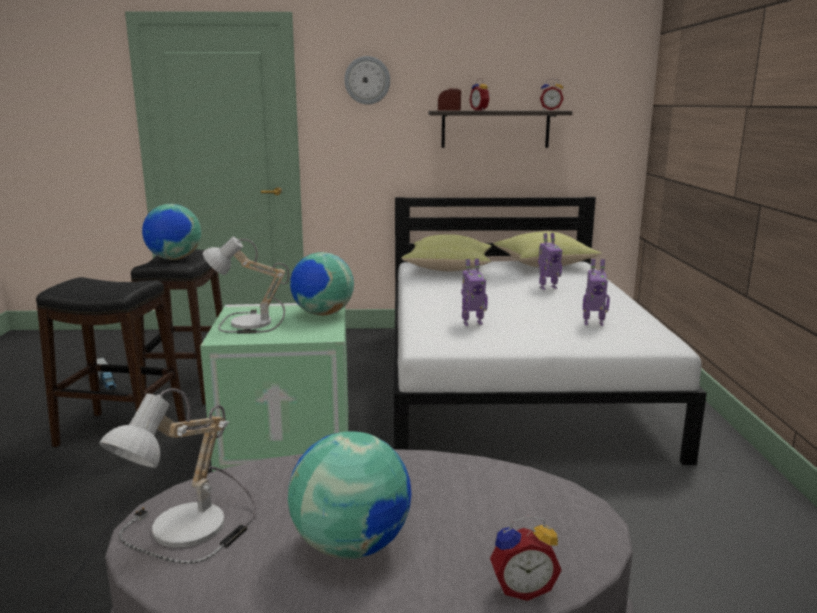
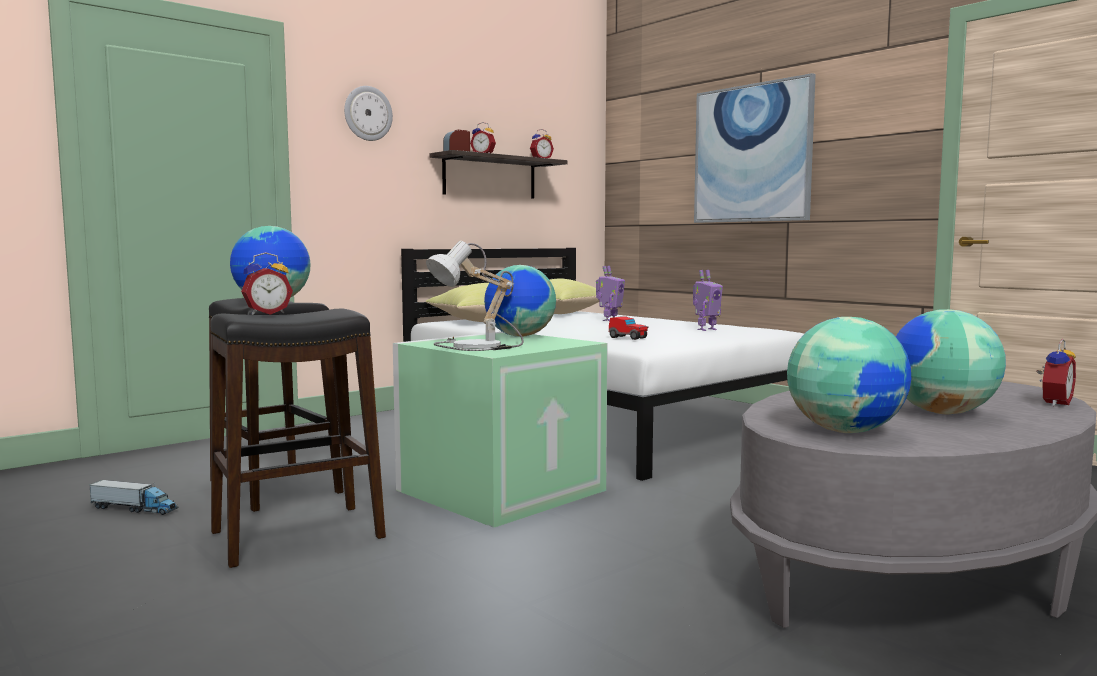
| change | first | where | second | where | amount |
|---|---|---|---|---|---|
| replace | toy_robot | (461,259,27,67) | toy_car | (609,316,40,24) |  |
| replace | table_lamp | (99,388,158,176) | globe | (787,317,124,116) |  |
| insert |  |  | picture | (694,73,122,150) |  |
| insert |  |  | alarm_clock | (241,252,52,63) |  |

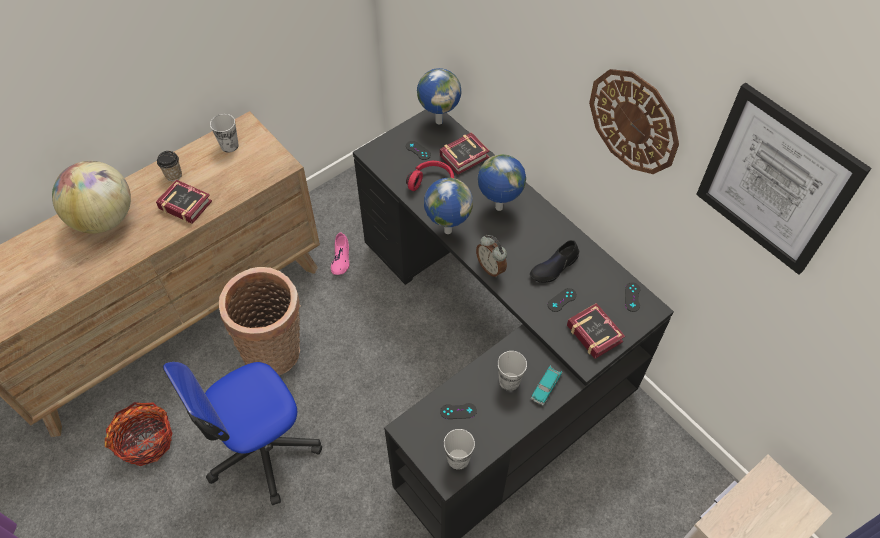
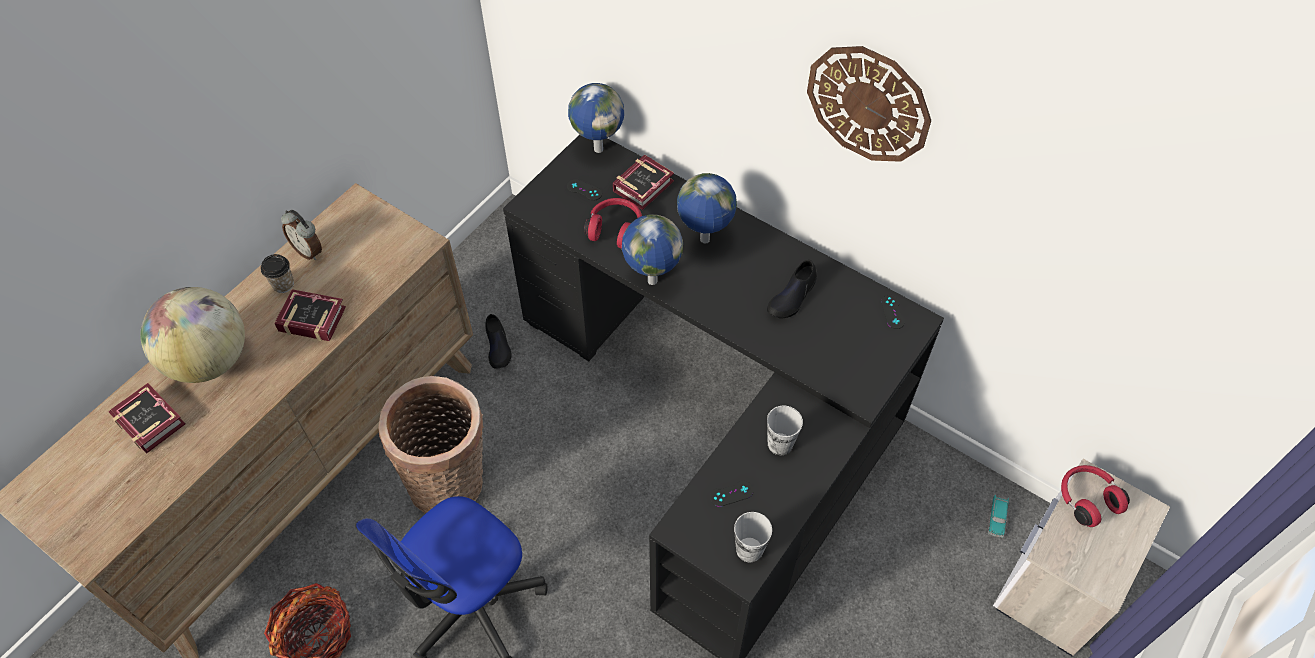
| change | first | where | second | where | amount |
|---|---|---|---|---|---|
| delete | picture | (696,82,175,193) |  |  |  |
| delete | cup | (210,114,29,39) |  |  |  |
| recolor | pink_shoe | (331,232,18,43) | black_shoe | (485,314,27,55) |  |
| move | alarm_clock | (476,235,31,42) |  | (281,210,41,50) |  |
| delete | black_game_controller | (548,288,29,24) |  |  |  |
| move | book | (567,303,58,56) |  | (108,383,77,71) |  |
| move | toy_car | (531,365,31,41) |  | (988,494,21,44) |  |
| insert |  |  | red_headphones | (1061,465,69,62) |  |

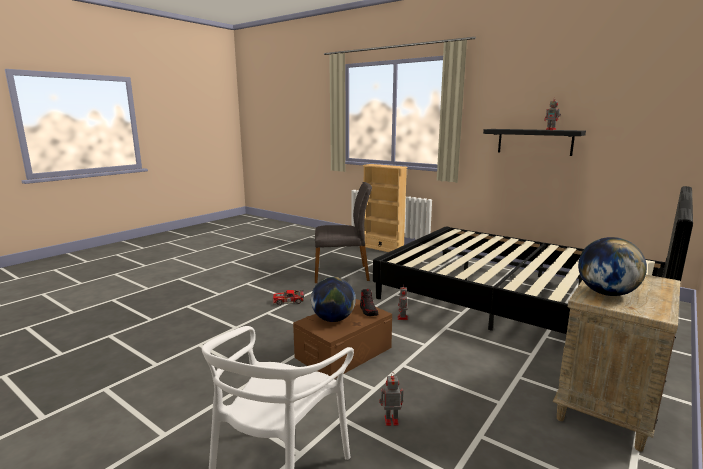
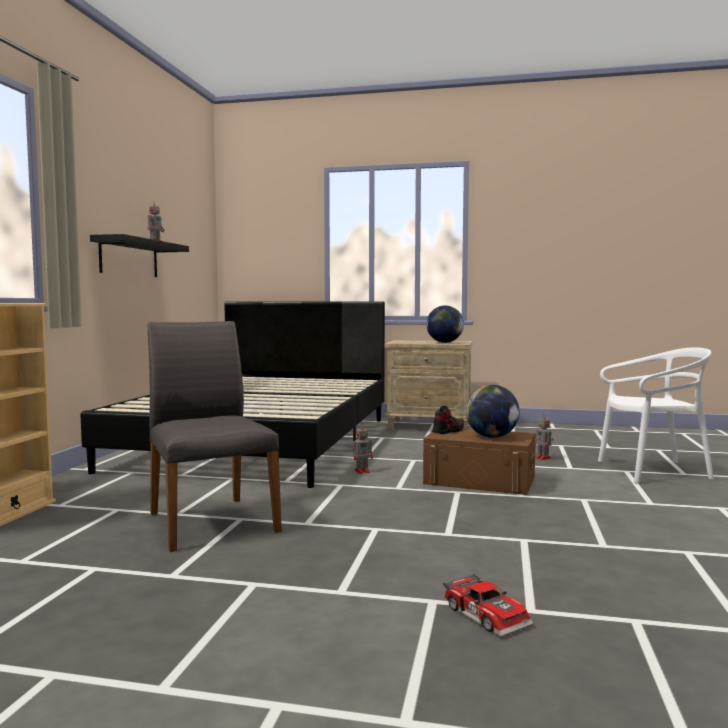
| change | first | where | second | where | amount |
|---|---|---|---|---|---|
| move | toy_car | (272,290,32,15) |  | (443,573,90,64) |  |

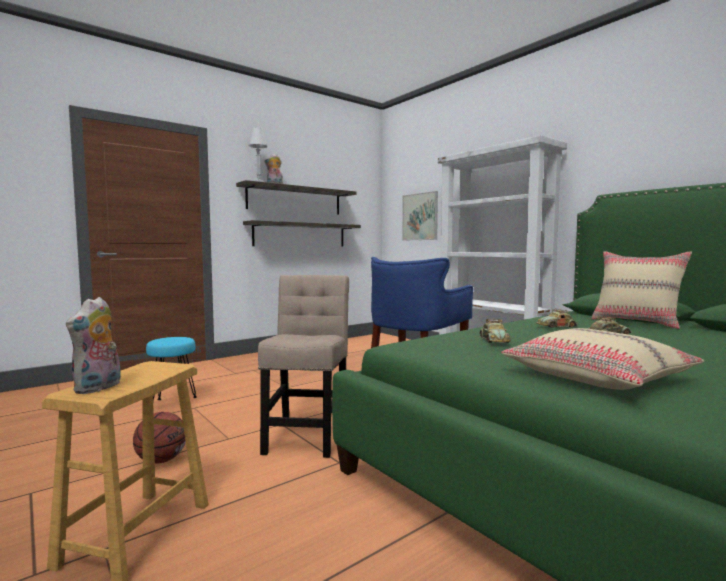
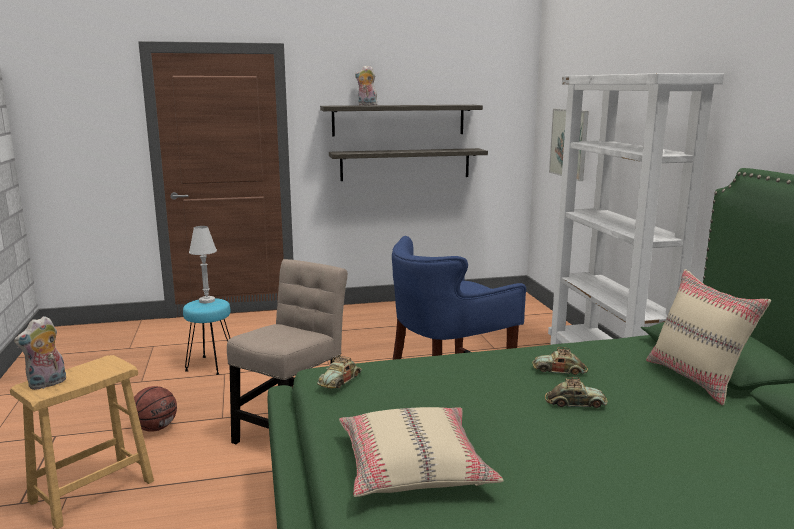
| change | first | where | second | where | amount |
|---|---|---|---|---|---|
| move | white_table_lamp | (249,127,19,55) |  | (189,226,28,78) |  |
| move | toy_car | (479,319,32,24) |  | (317,355,45,34) |  |

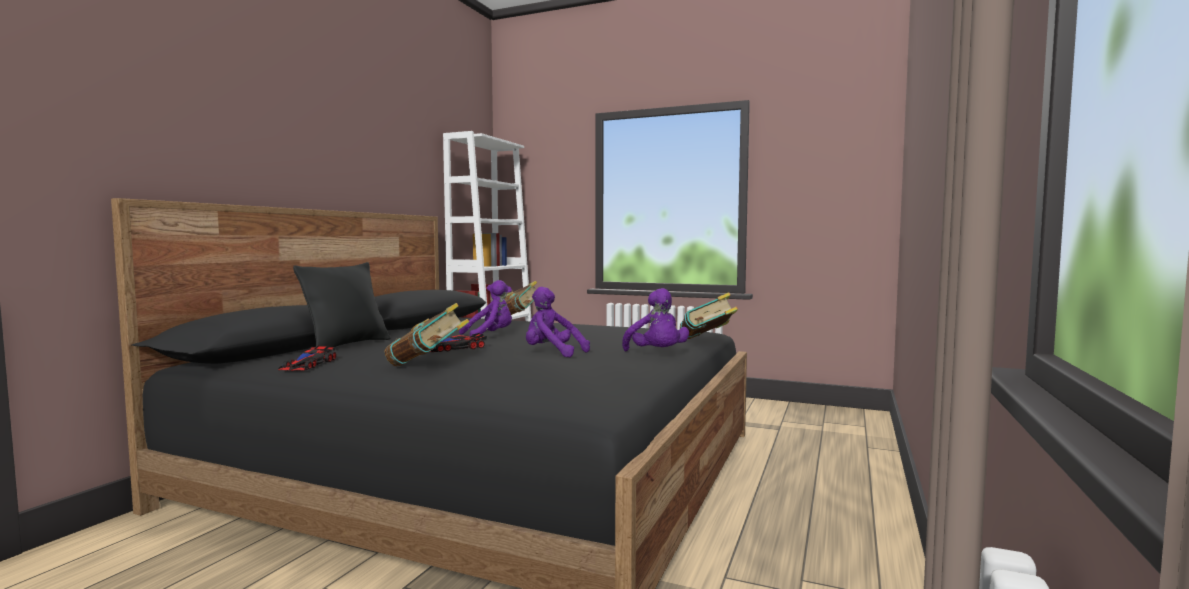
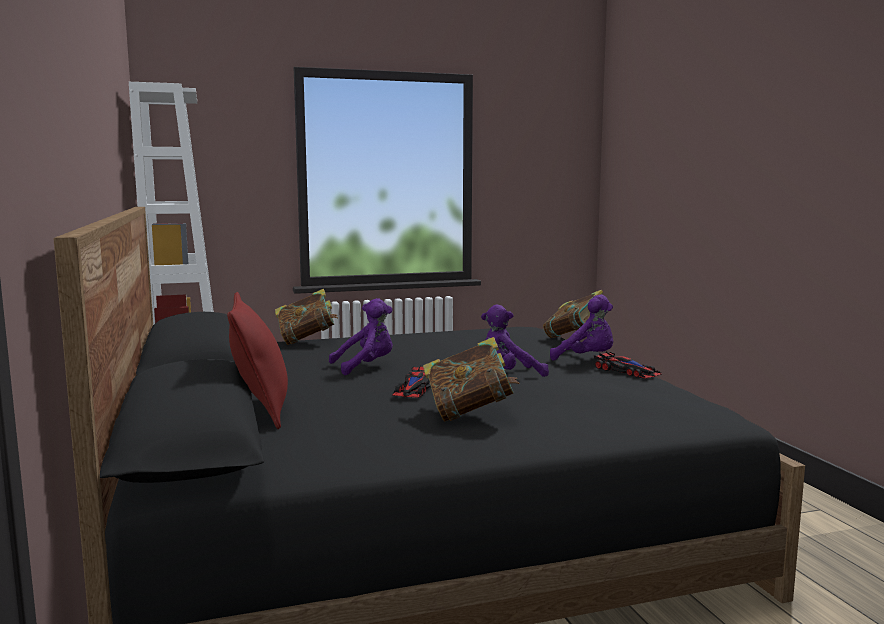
| change | first | where | second | where | amount |
|---|---|---|---|---|---|
| recolor | black_pillow | (293,262,97,89) | red_pillow | (227,292,61,137) |  |
| rotate | purple_plush_toy | (459,280,53,56) |  | (329,298,64,77) | 45 degrees clockwise |
| move | toy_car | (278,345,58,26) |  | (594,352,67,27) |  |

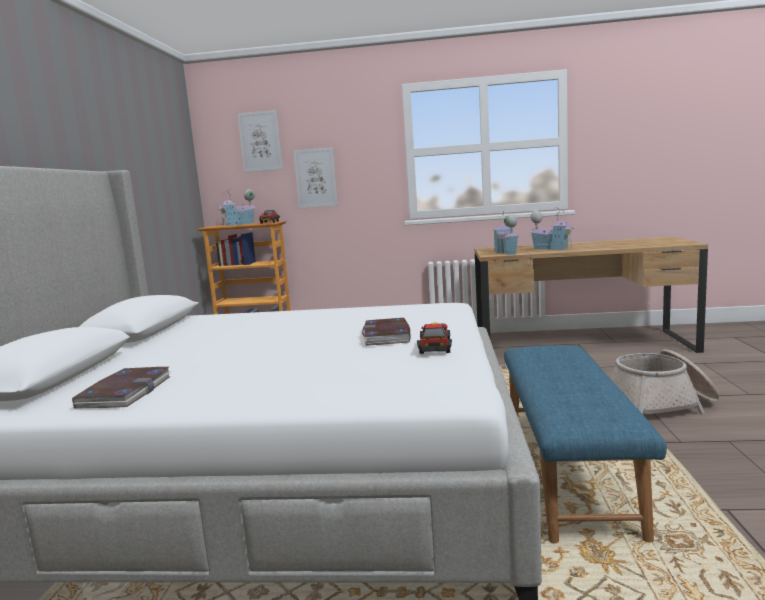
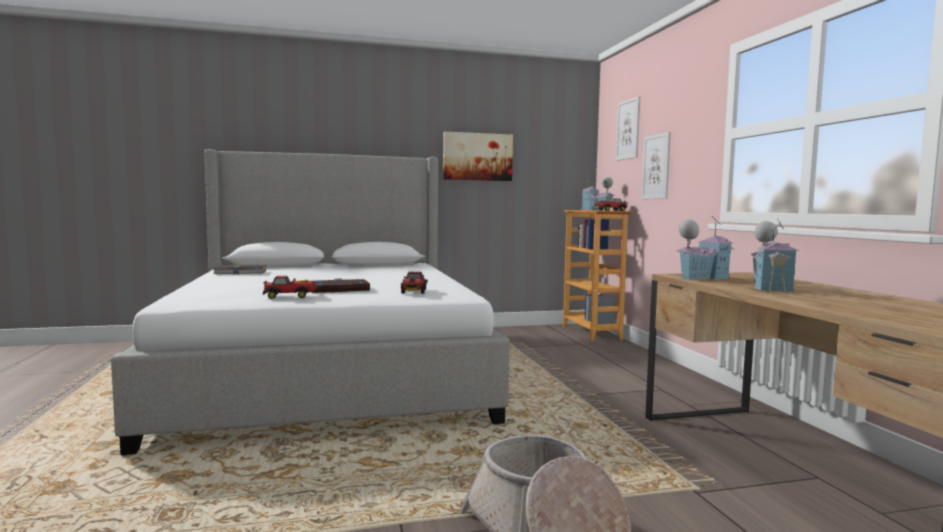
| change | first | where | second | where | amount |
|---|---|---|---|---|---|
| delete | blue_bench | (504,345,163,198) |  |  |  |
| insert |  |  | picture | (443,132,70,49) |  |
| insert |  |  | toy_car | (401,272,27,22) |  |

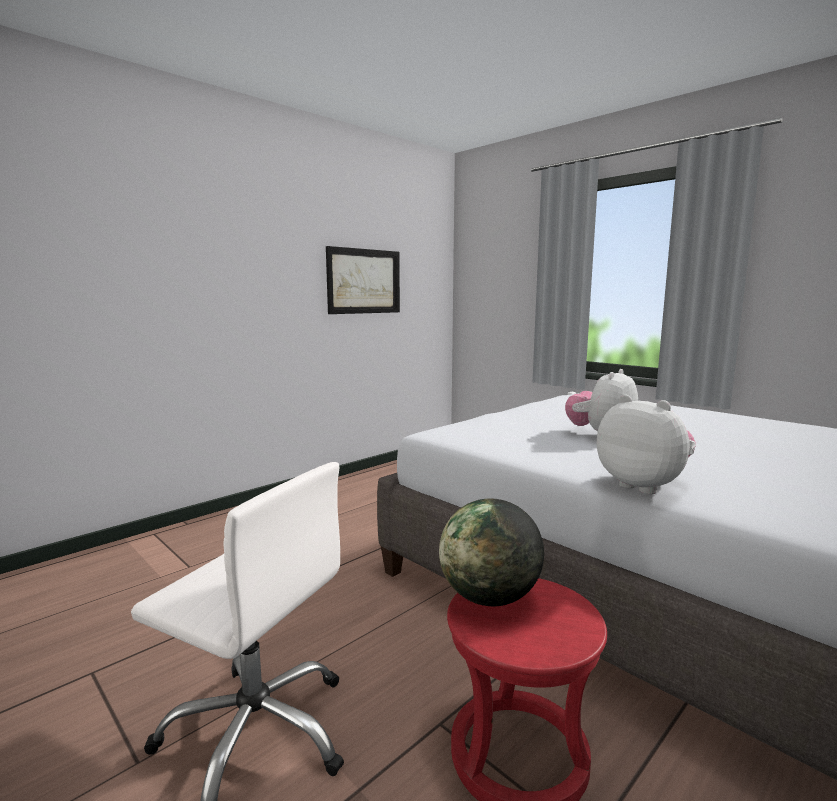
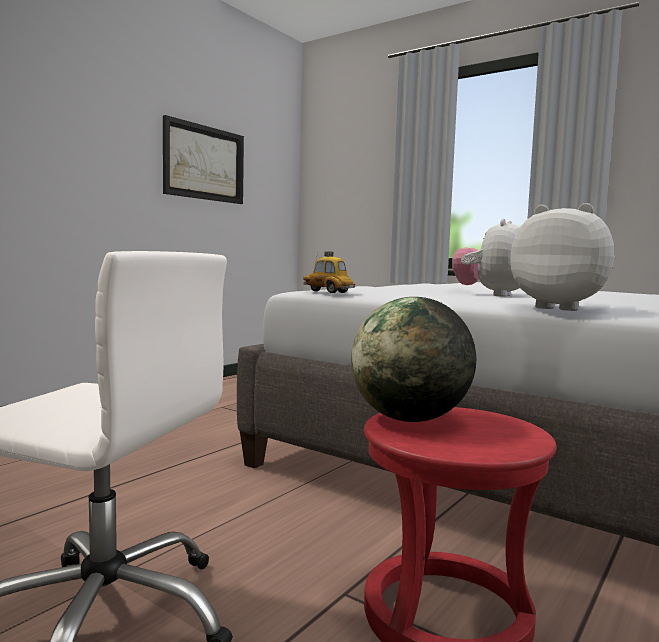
| change | first | where | second | where | amount |
|---|---|---|---|---|---|
| insert |  |  | toy_car | (303,251,52,42) |  |

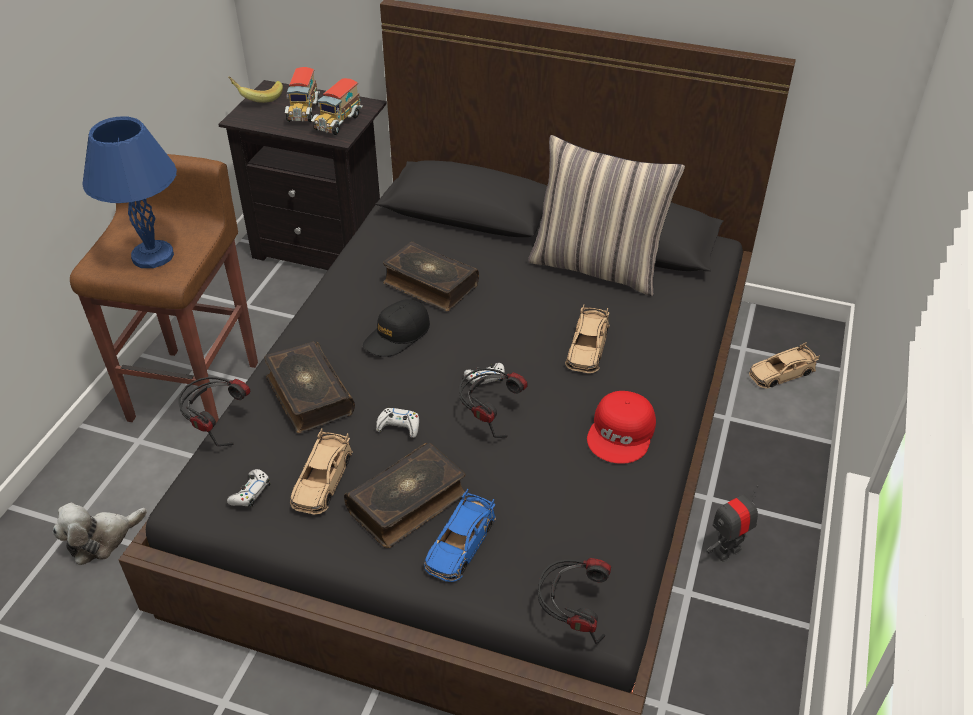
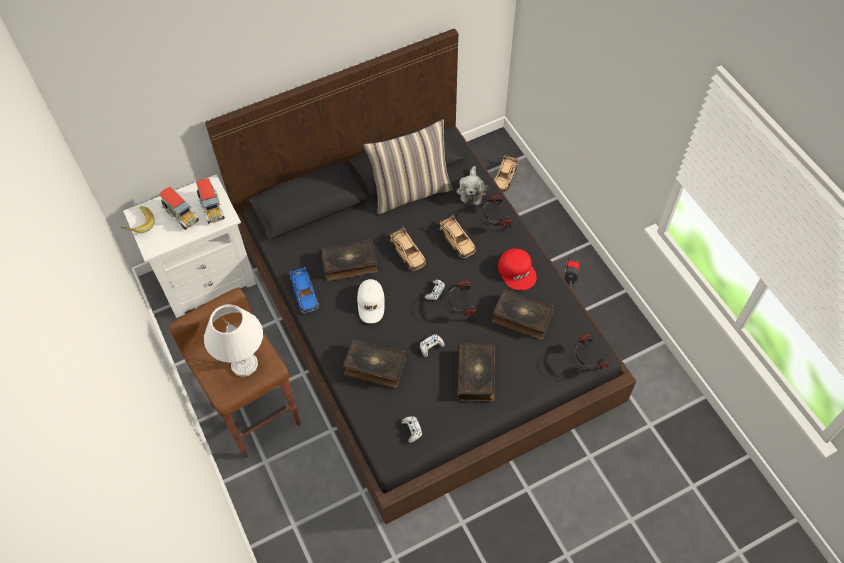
| change | first | where | second | where | amount |
|---|---|---|---|---|---|
| recolor | black_nightstand | (218,80,169,190) | white_nightstand | (123,174,133,144) |  |
| recolor | blue_table_lamp | (82,116,95,152) | white_table_lamp | (204,304,59,73) |  |
| recolor | black_cap | (363,299,67,58) | white_cap | (357,279,28,44) |  |
| move | headphones | (178,377,73,69) |  | (478,195,34,33) |  |
| move | beige_toy_car | (290,428,63,87) |  | (390,227,36,44) |  |
| move | blue_toy_car | (424,489,72,93) |  | (289,266,31,47) |  |
| move | plush_toy | (53,503,94,62) |  | (457,166,31,39) |  |
| insert |  |  | book | (492,289,62,51) |  |

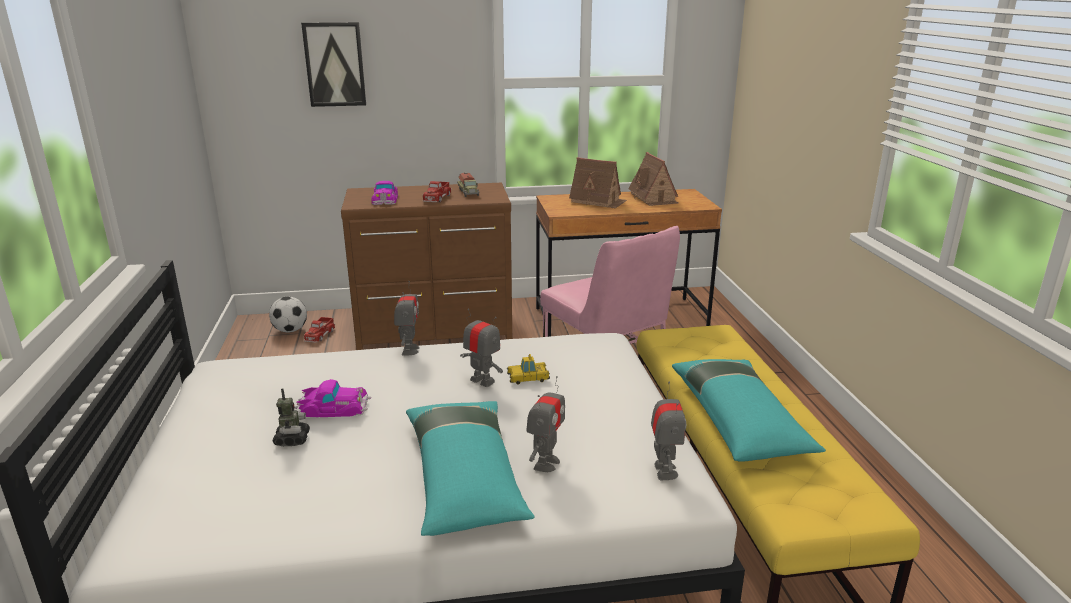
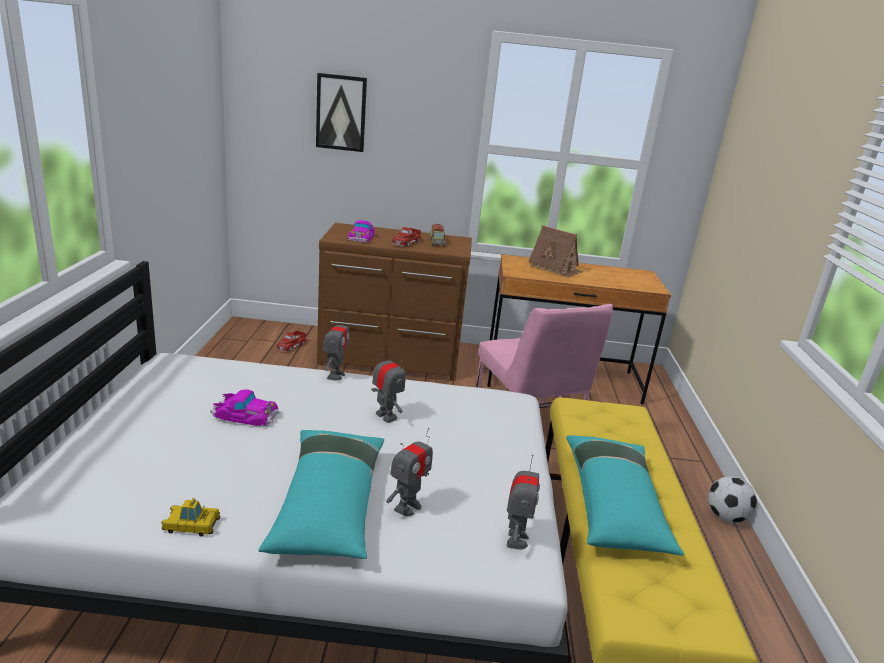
| change | first | where | second | where | amount |
|---|---|---|---|---|---|
| delete | toy_house | (628,152,51,54) |  |  |  |
| move | football | (269,296,38,36) |  | (708,476,49,47) |  |
| move | toy_car | (507,354,43,31) |  | (161,498,59,38) |  |
| delete | toy_robot | (272,389,38,57) |  |  |  |

